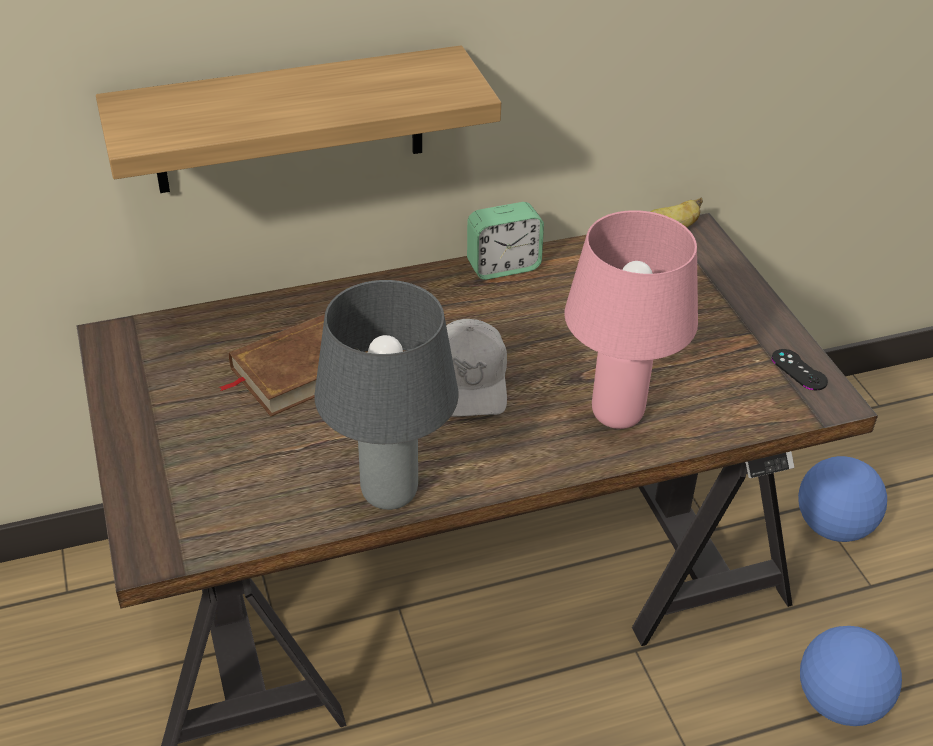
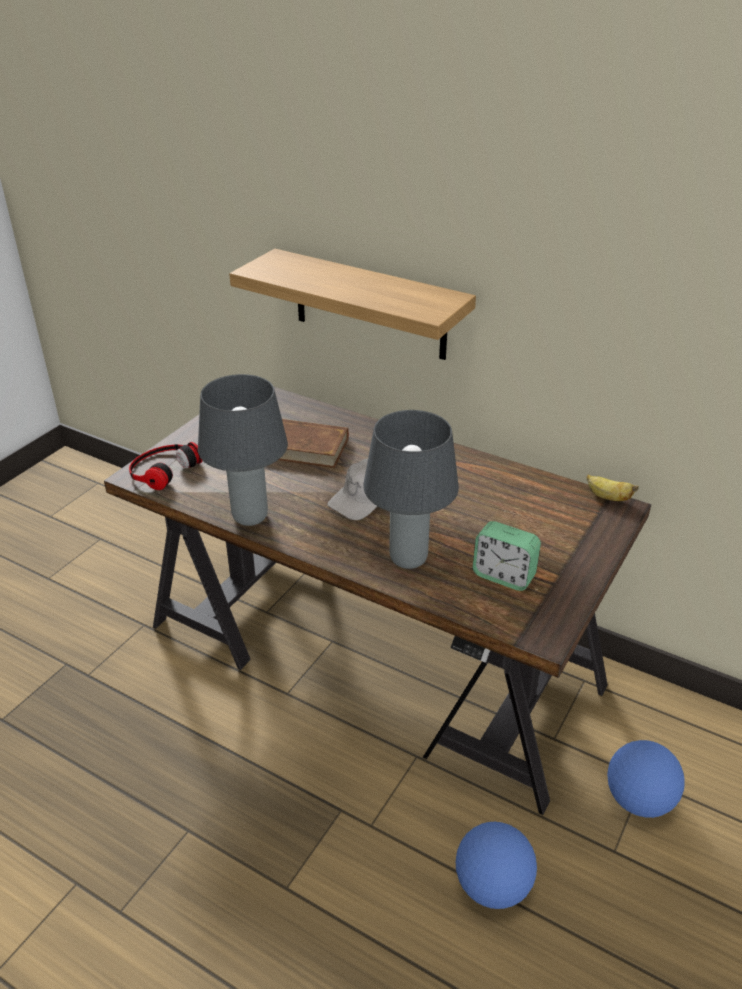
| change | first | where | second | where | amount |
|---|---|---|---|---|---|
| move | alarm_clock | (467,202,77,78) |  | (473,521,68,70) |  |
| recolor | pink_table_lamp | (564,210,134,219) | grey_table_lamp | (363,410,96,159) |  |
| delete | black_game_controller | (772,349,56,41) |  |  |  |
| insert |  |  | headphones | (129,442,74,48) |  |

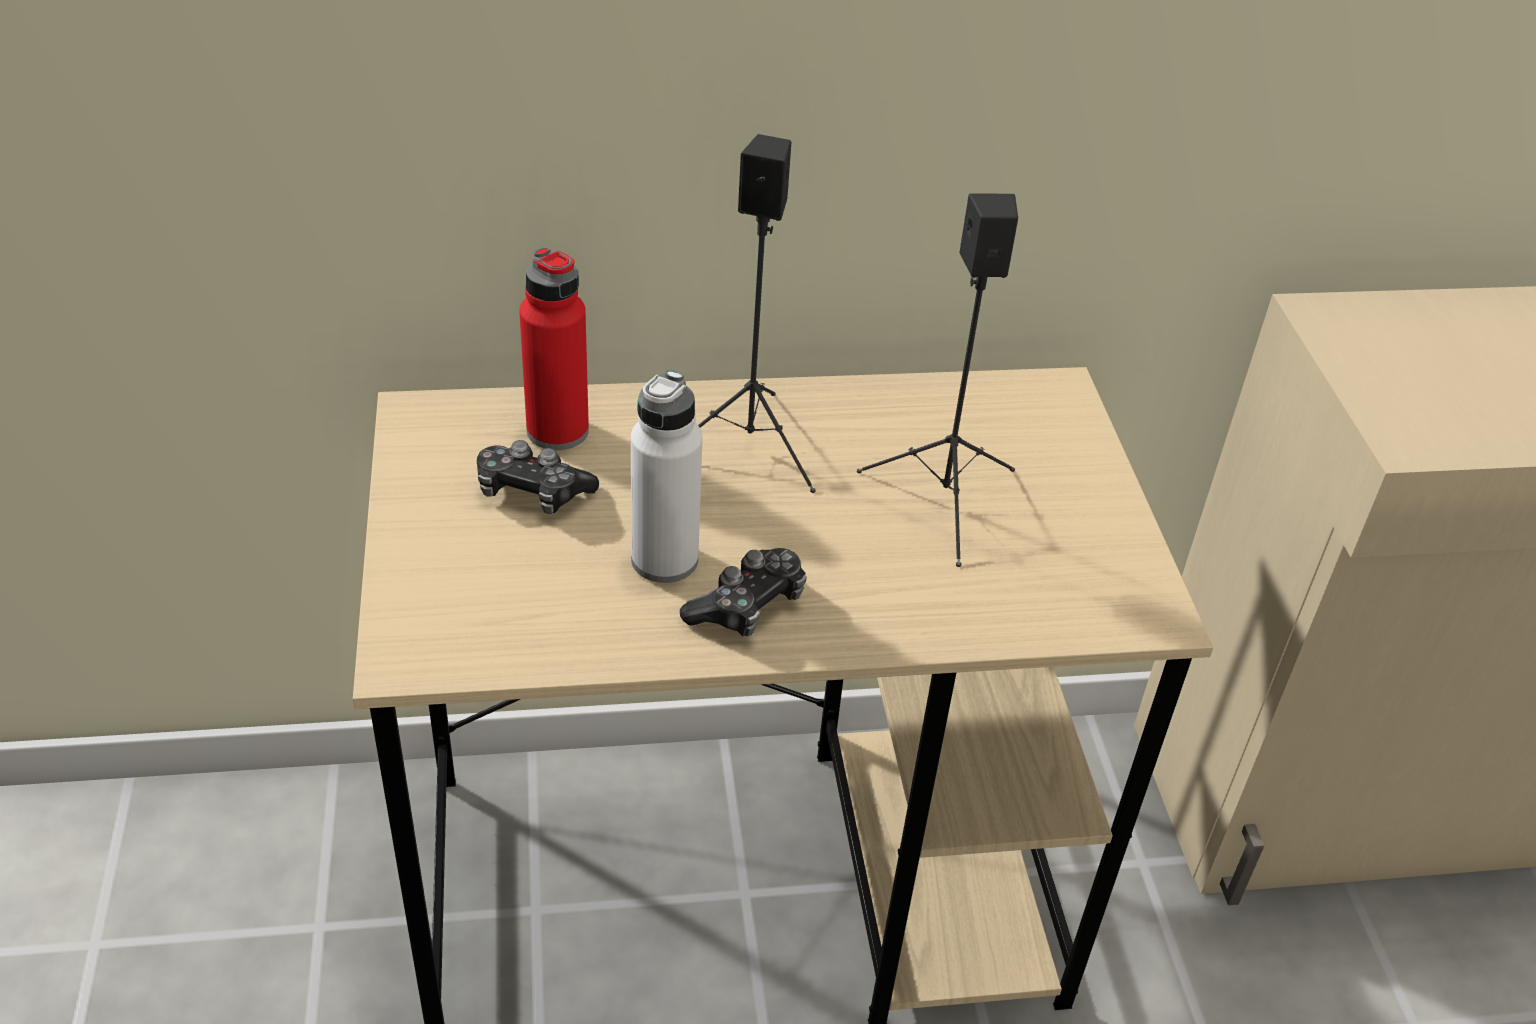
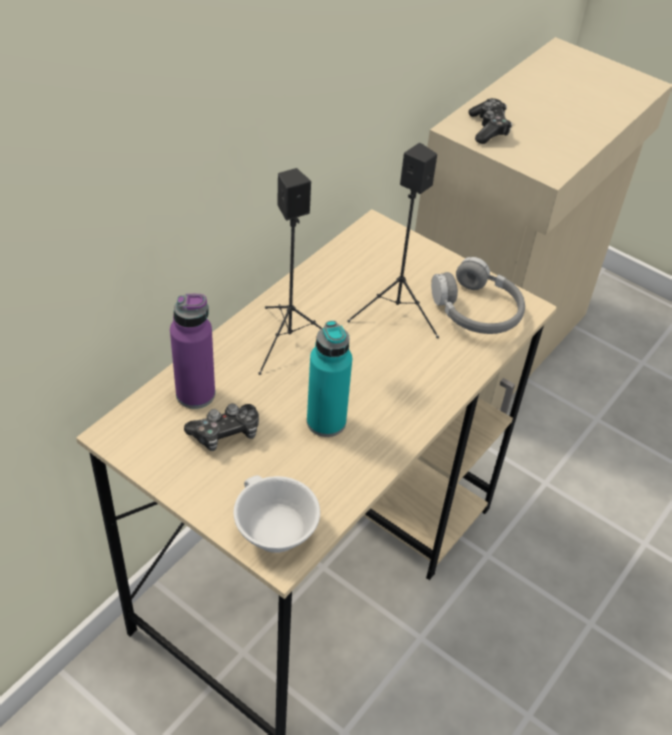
| change | first | where | second | where | amount |
|---|---|---|---|---|---|
| recolor | red_bottle | (519,247,70,203) | purple_bottle | (170,294,45,115) |  |
| recolor | white_bottle | (631,370,72,213) | turquoise_bottle | (307,321,45,116) |  |
| move | game_controller | (680,548,127,88) |  | (469,98,43,46) |  |
| insert |  |  | grey_headphones | (431,257,94,77) |  |
| insert |  |  | white_cup | (233,475,87,78) |  |

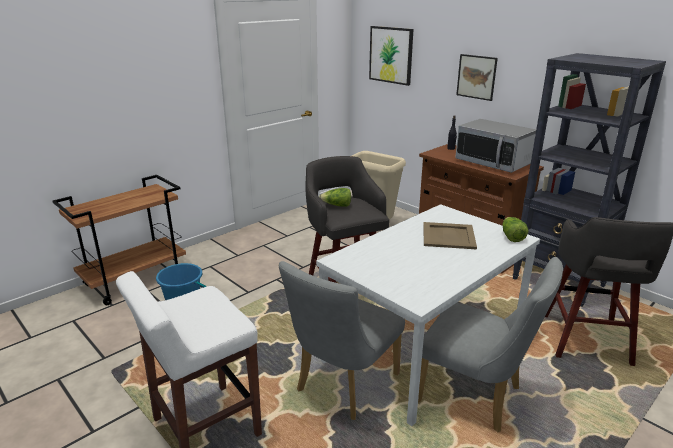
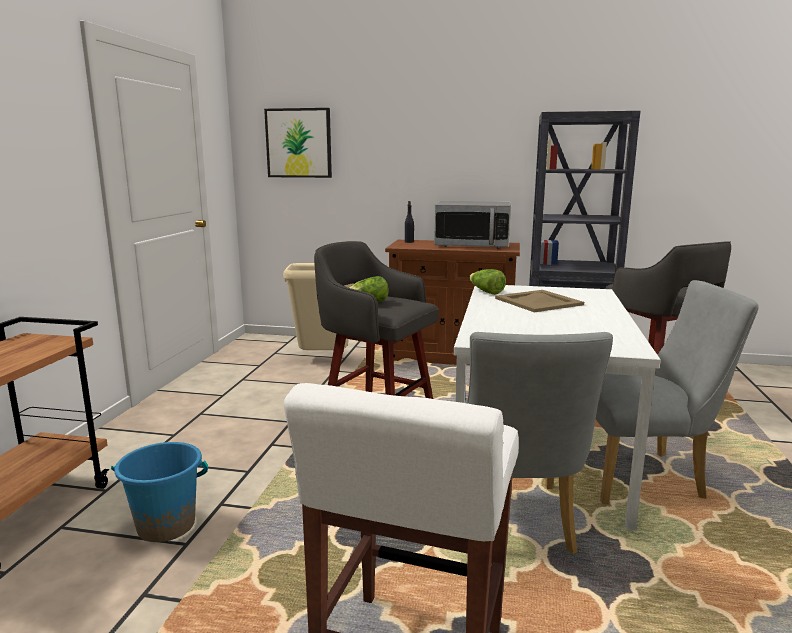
| change | first | where | second | where | amount |
|---|---|---|---|---|---|
| delete | picture | (456,54,42,47) |  |  |  |
| move | lettuce | (502,217,26,25) |  | (469,269,37,26) |  |

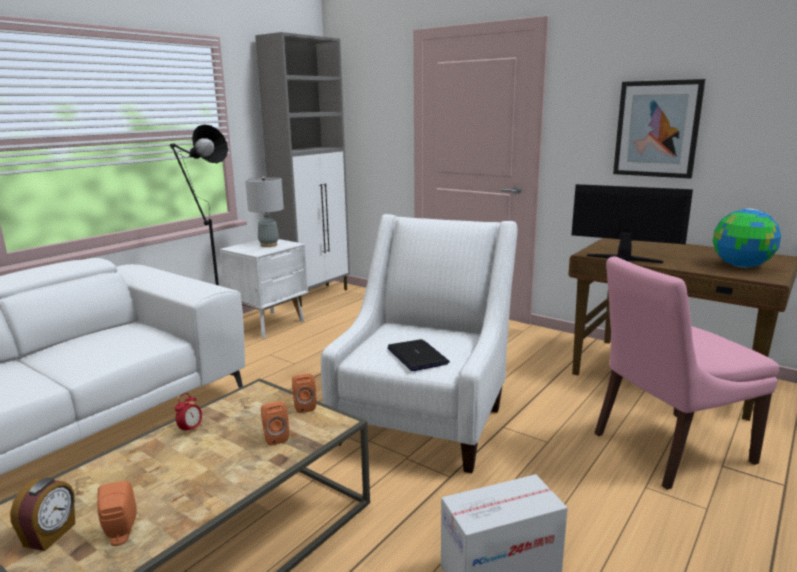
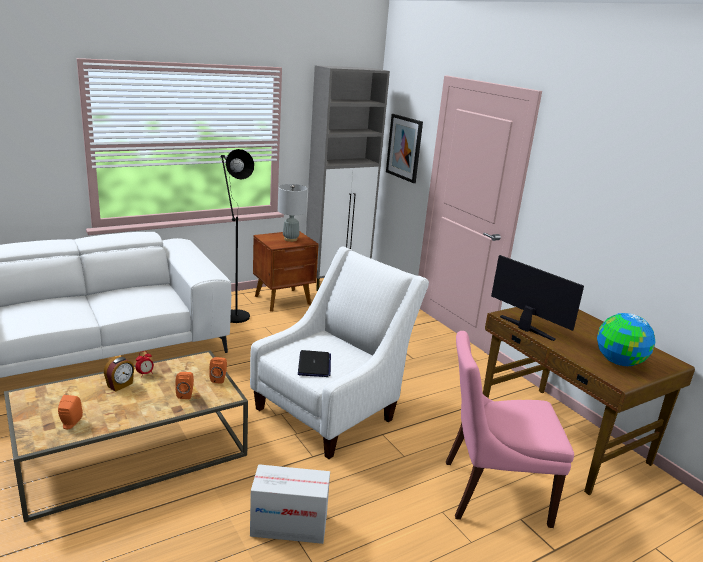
| change | first | where | second | where | amount |
|---|---|---|---|---|---|
| move | picture | (613,79,92,100) |  | (386,114,37,69) |  |
| recolor | white_nightstand | (220,239,88,99) | brown_nightstand | (253,231,66,81) |  |
| move | alarm_clock | (10,478,65,73) |  | (104,356,30,36) |  |

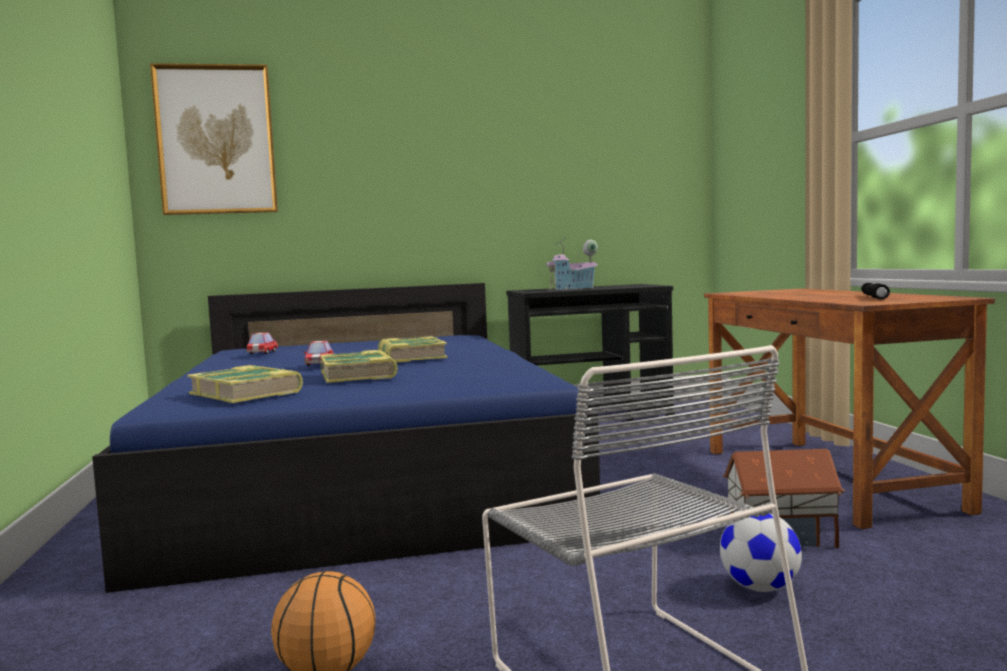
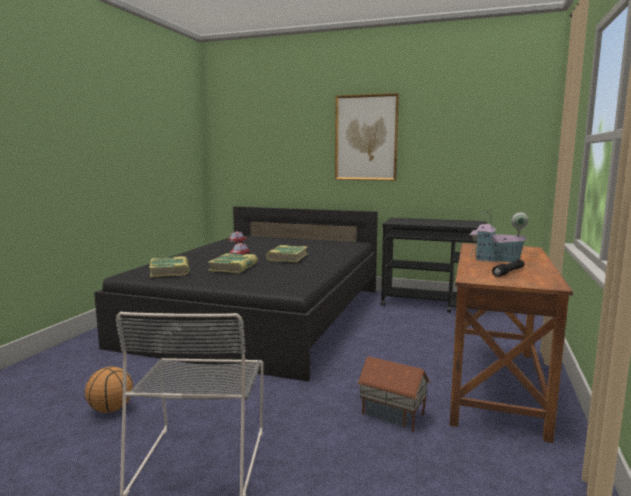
| change | first | where | second | where | amount |
|---|---|---|---|---|---|
| move | picture | (150,63,128,152) |  | (335,93,64,88) |  |
| move | toy_house | (546,238,52,52) |  | (470,208,58,54) |  |
| recolor | blue_bed | (92,283,508,310) | black_bed | (94,206,284,176) |  |
| delete | football | (720,513,82,79) |  |  |  |

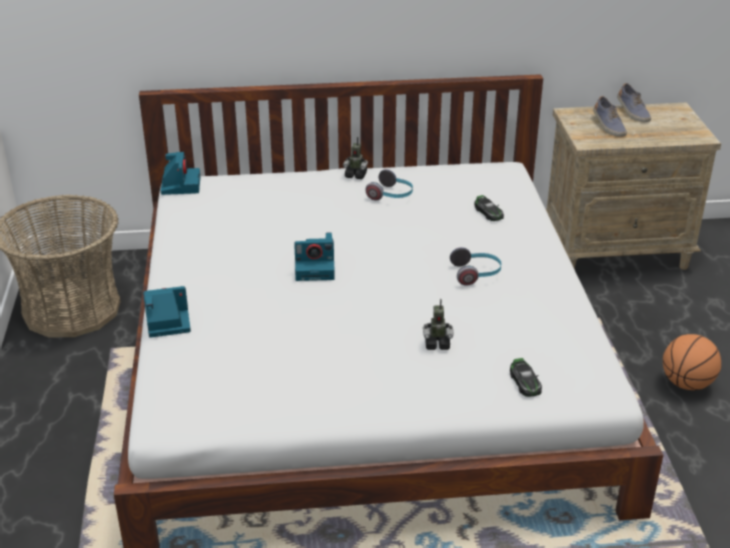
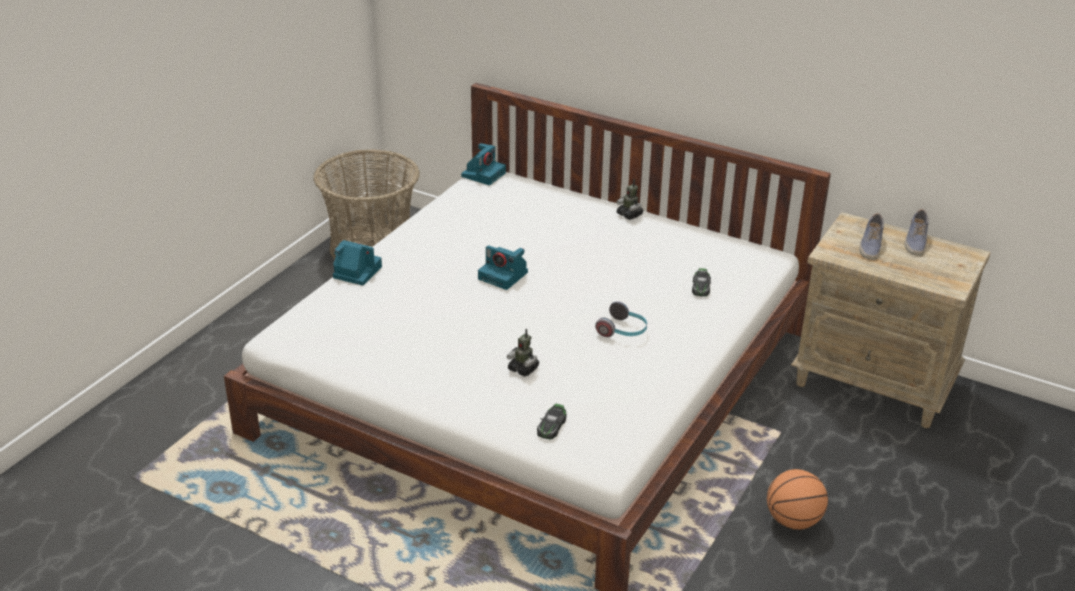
| change | first | where | second | where | amount |
|---|---|---|---|---|---|
| delete | headphones | (365,169,48,32) |  |  |  |

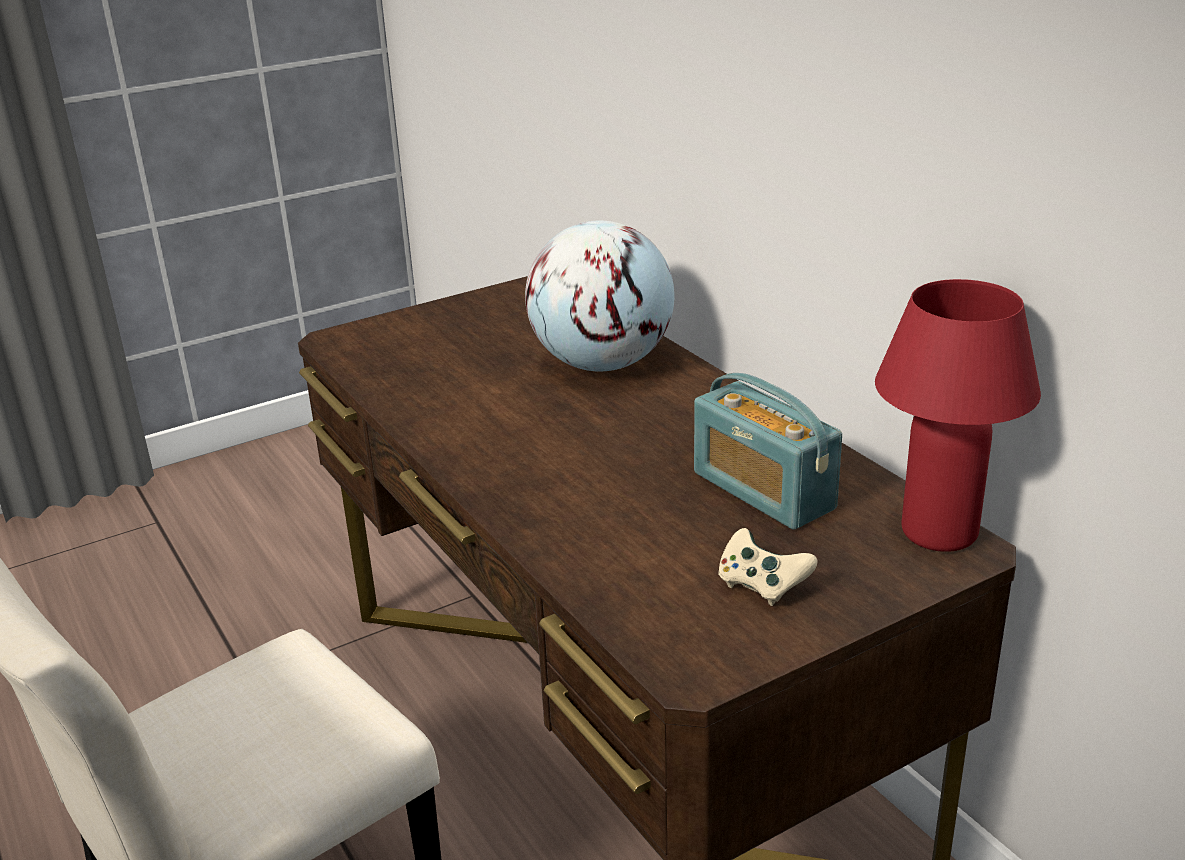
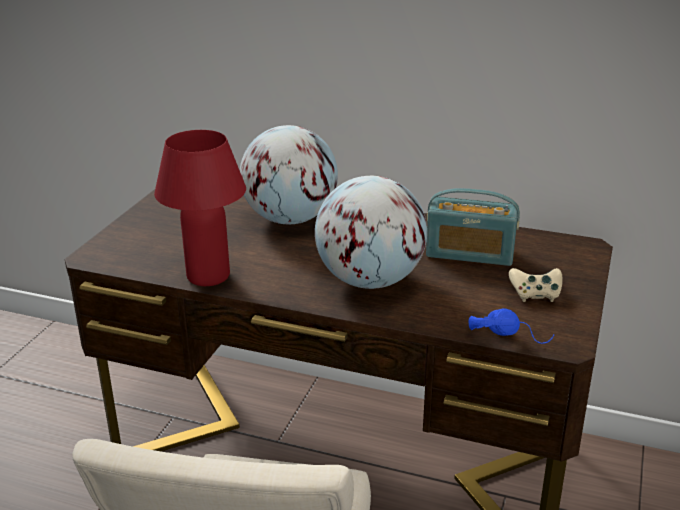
| change | first | where | second | where | amount |
|---|---|---|---|---|---|
| move | red_table_lamp | (875,279,166,273) |  | (154,130,92,156) |  |
| insert |  |  | globe | (315,176,112,113) |  |
| insert |  |  | blue_headphones | (469,308,85,36) |  |

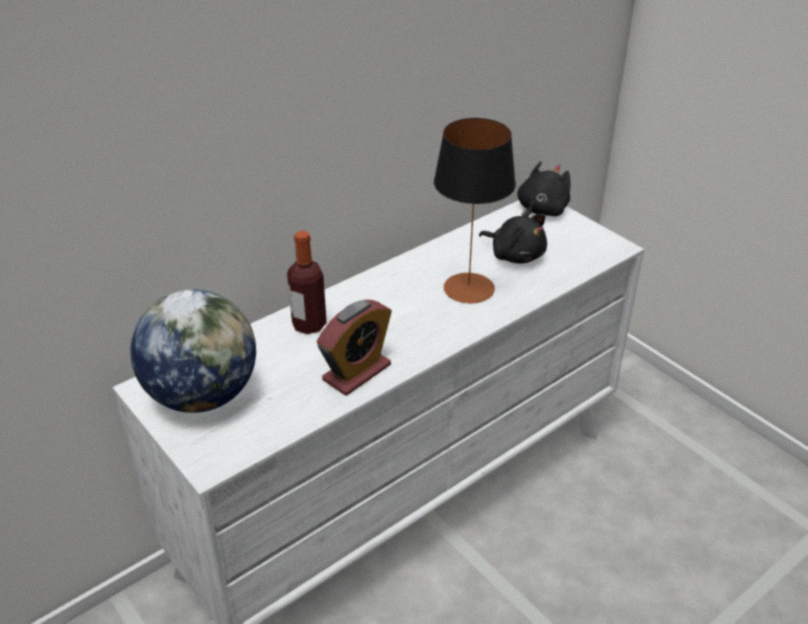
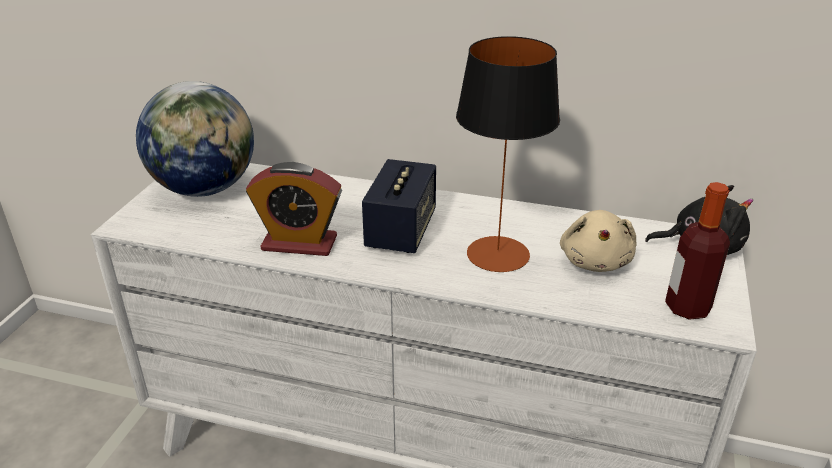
| change | first | where | second | where | amount |
|---|---|---|---|---|---|
| recolor | black_plush_toy | (479,214,68,50) | beige_plush_toy | (560,210,76,62) |  |
| move | bottle | (287,231,40,103) |  | (665,182,65,138) |  |
| insert |  |  | speaker | (362,159,74,94) |  |

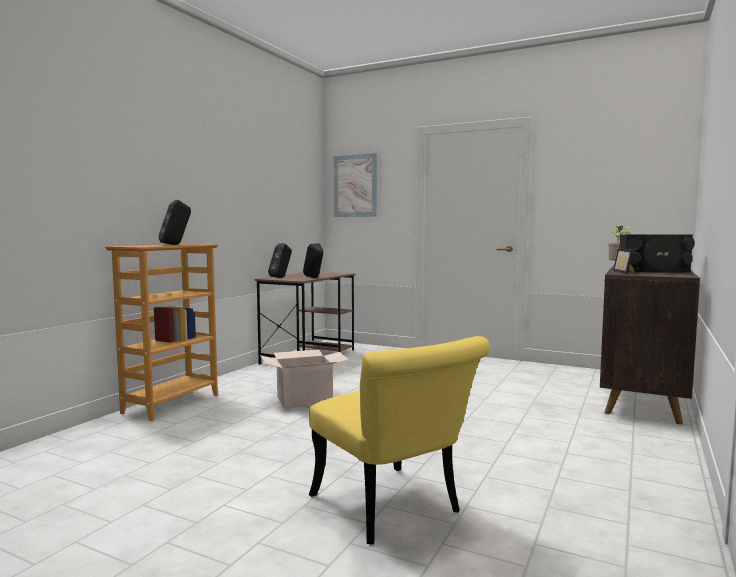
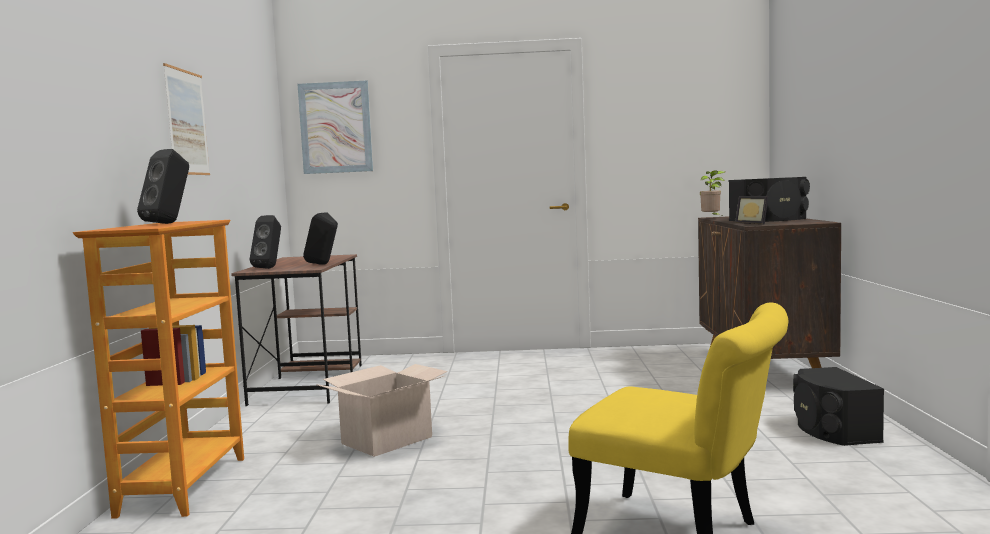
| change | first | where | second | where | amount |
|---|---|---|---|---|---|
| insert |  |  | picture | (163,63,47,112) |  |
| insert |  |  | black_speaker | (793,367,91,79) |  |

